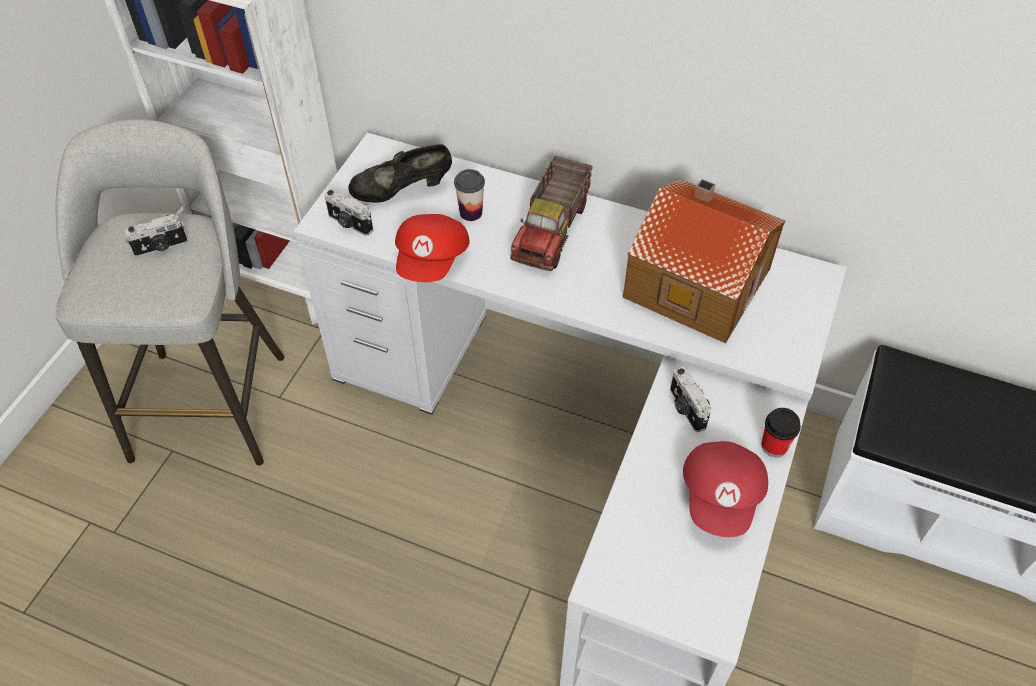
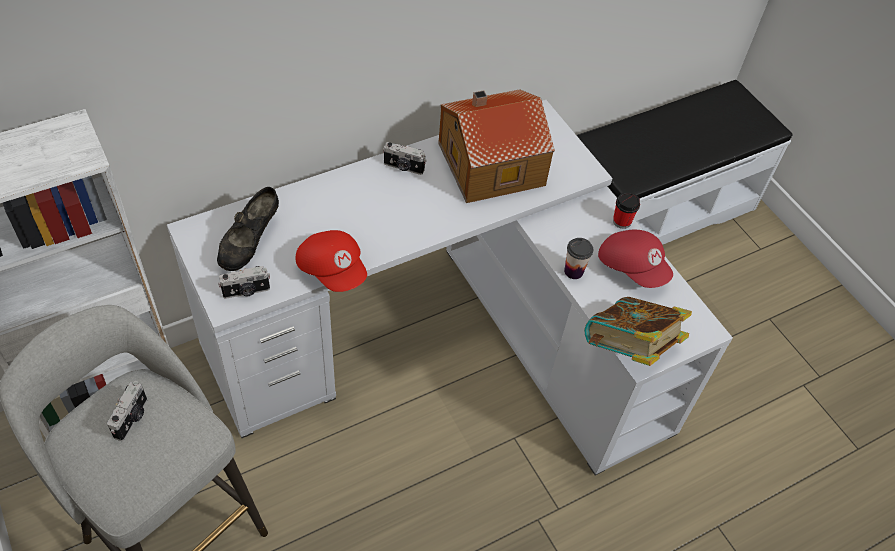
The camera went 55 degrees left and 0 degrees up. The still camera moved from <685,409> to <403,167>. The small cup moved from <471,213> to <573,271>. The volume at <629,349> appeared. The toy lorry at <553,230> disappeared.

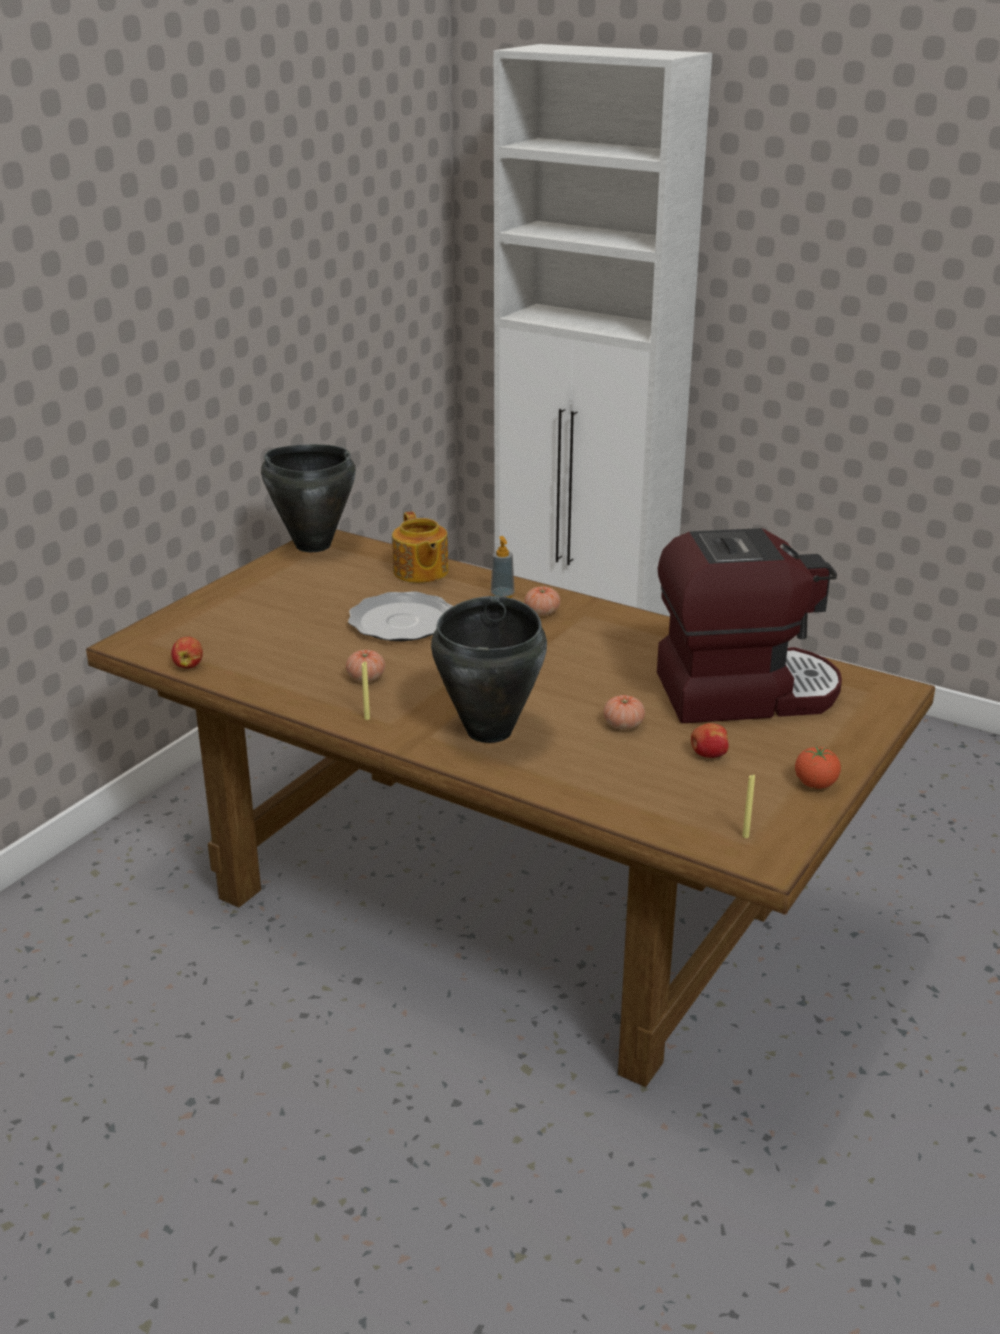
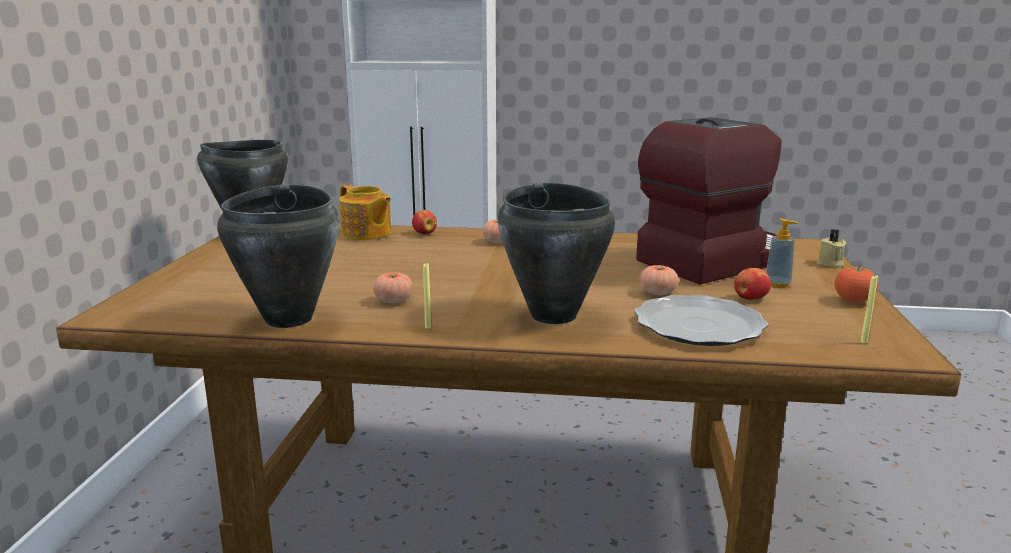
The camera went 25 degrees left and 10 degrees down. The black-coloured cooking pot at <290,319> appeared. The apple fruit moved from <188,665> to <424,233>. The flat dish moved from <402,622> to <699,326>. The soap dispenser moved from <502,596> to <777,284>. The beige-coloured wax candle at <830,263> appeared.

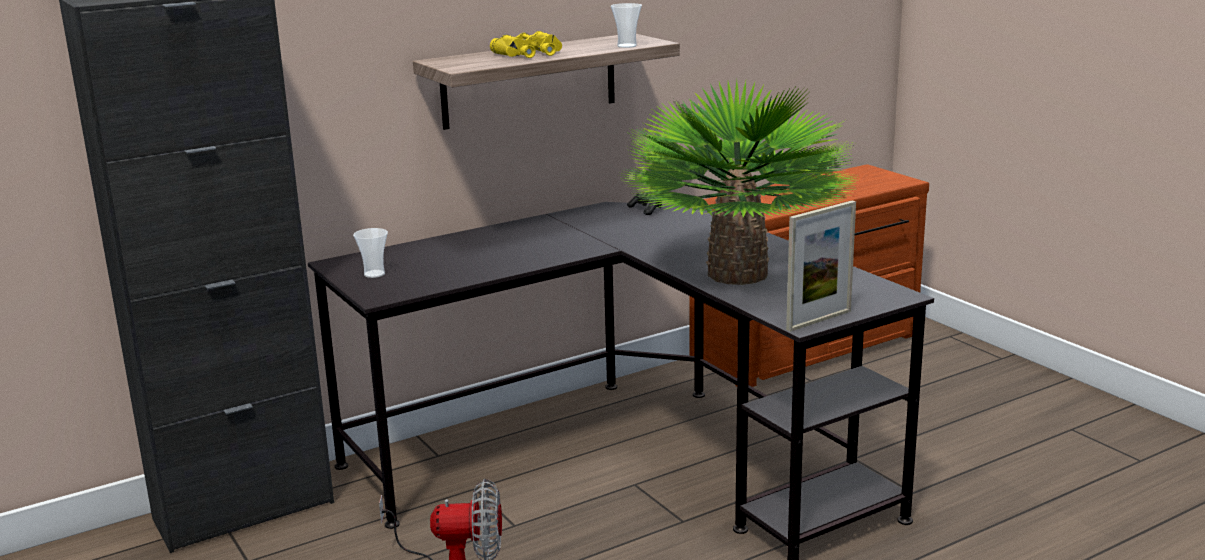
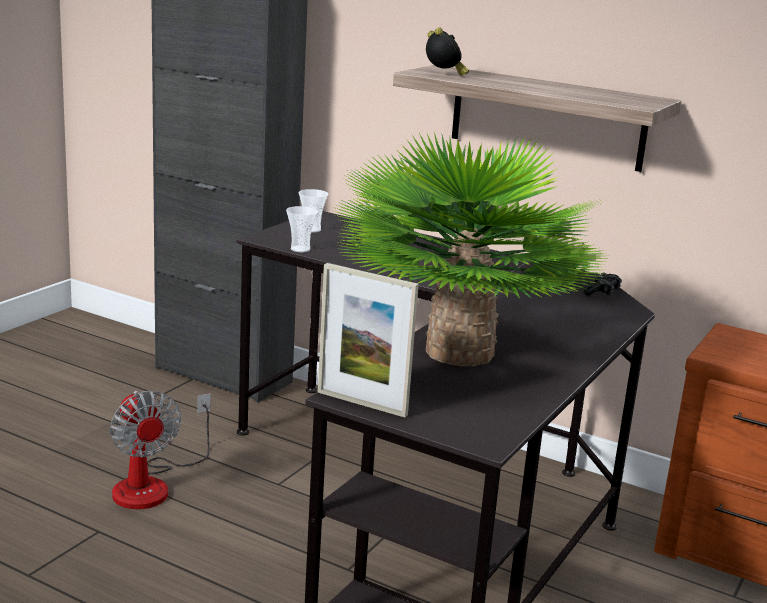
The camera went 60 degrees right and 0 degrees up. The small cup moved from <627,46> to <300,249>. The alarm clock at <444,75> appeared. The yellow-coloured pair of binoculars at <529,53> disappeared.

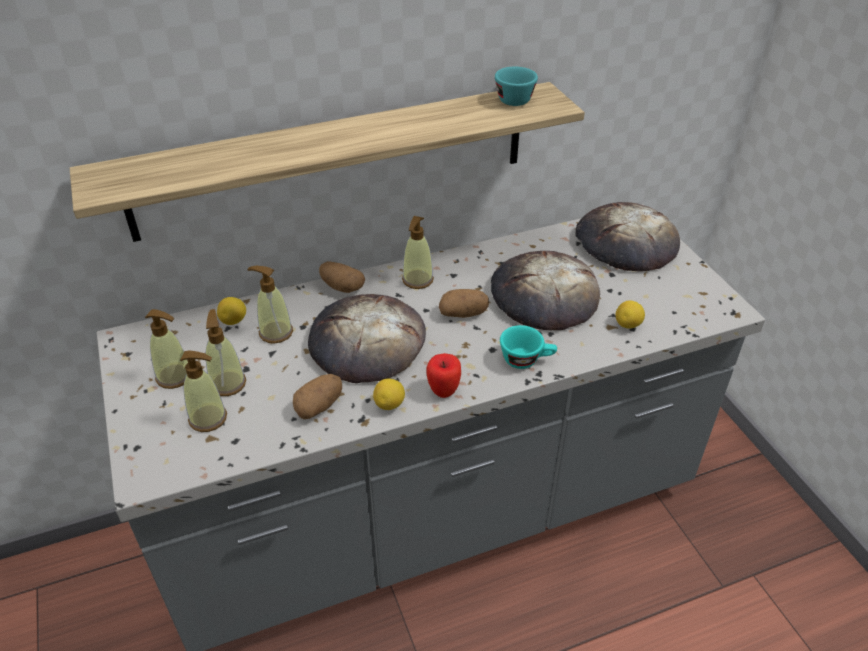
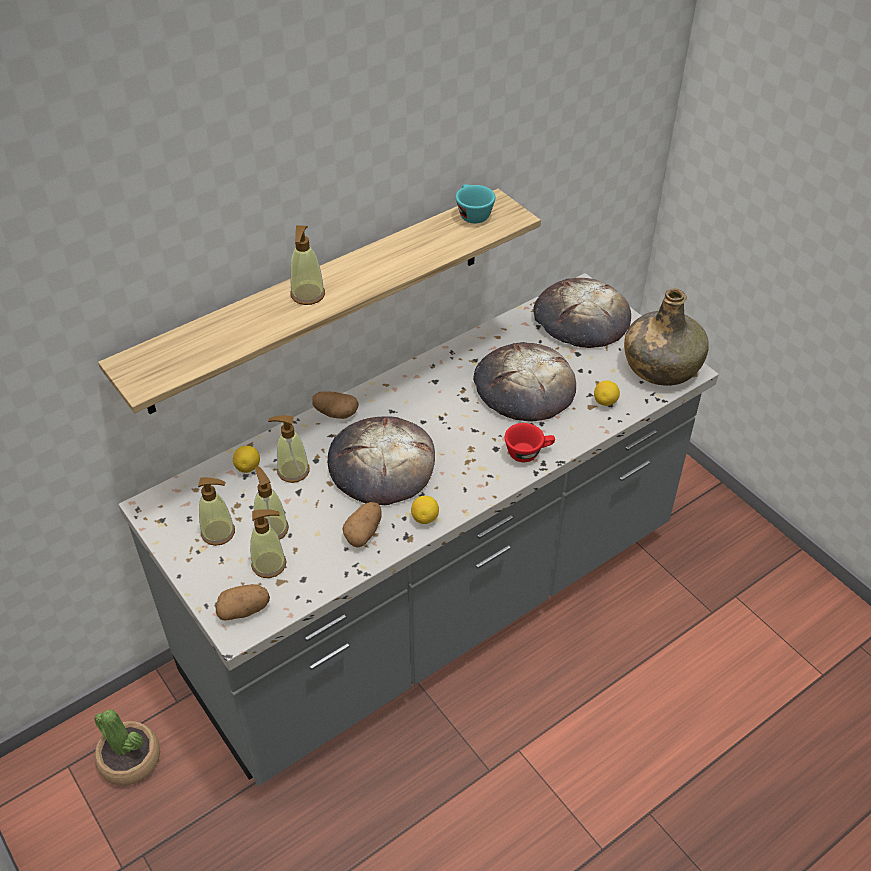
The camera went 15 degrees left and 5 degrees up. The potted plant at <130,759> appeared. The potato moved from <463,313> to <244,610>. The soap dispenser moved from <417,280> to <307,295>. The turquoise small cup at <526,359> became the red small cup at <528,452>. The greenish beverage bottle at <661,366> appeared. The apple fruit at <443,391> disappeared.

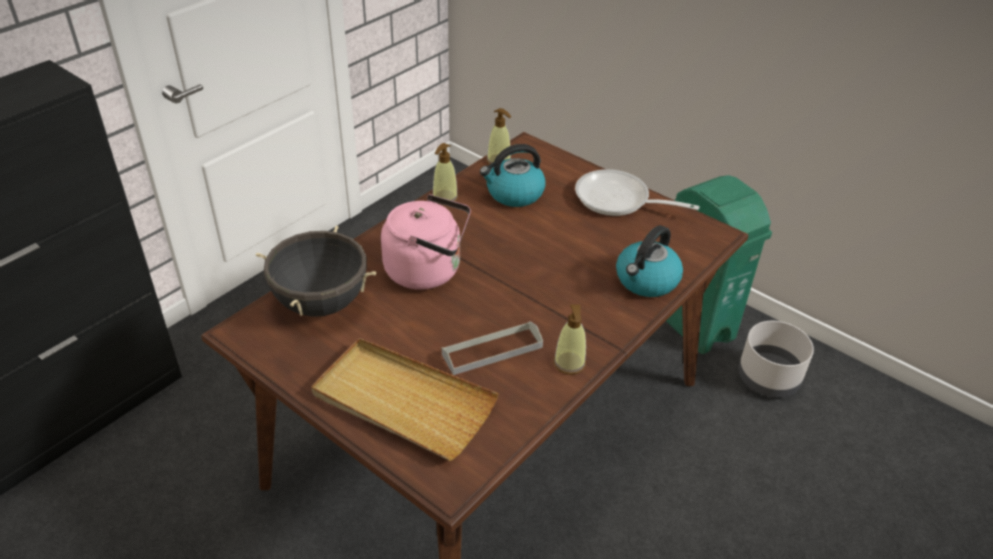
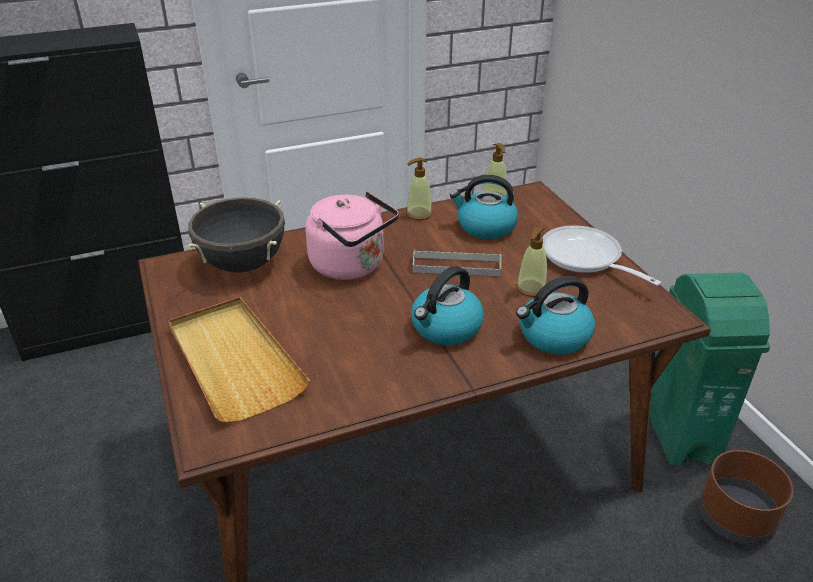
The camera went 30 degrees right and 5 degrees down. The water kettle at <446,328> appeared. The gray serving tray moved from <492,351> to <456,266>. The soap dispenser moved from <569,363> to <530,289>. The gray plant pot at <769,378> became the brown-coloured plant pot at <736,518>.

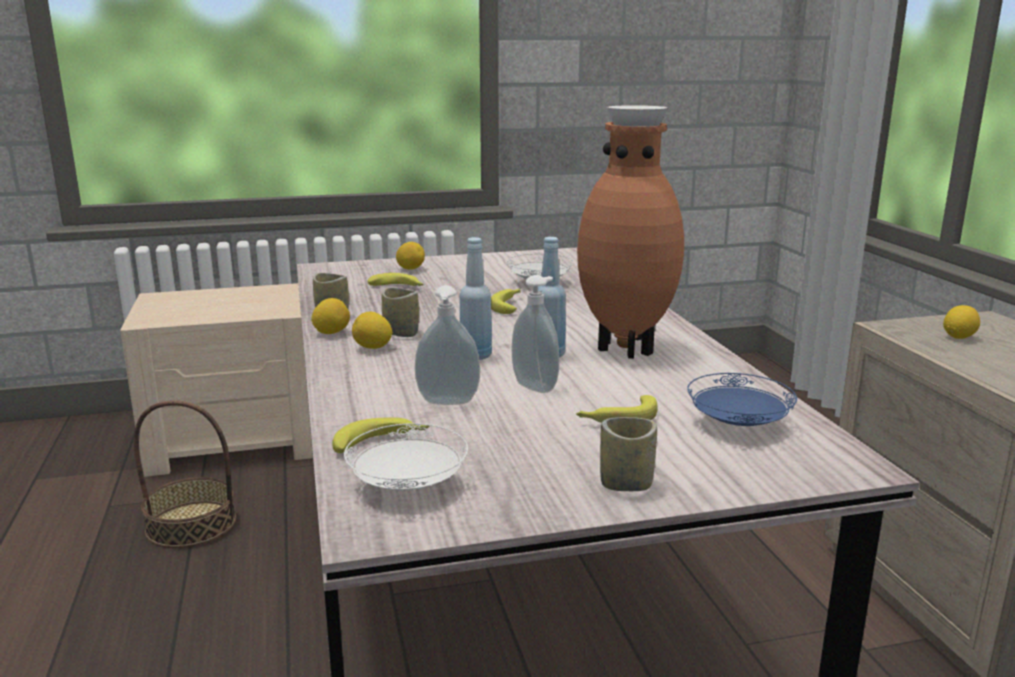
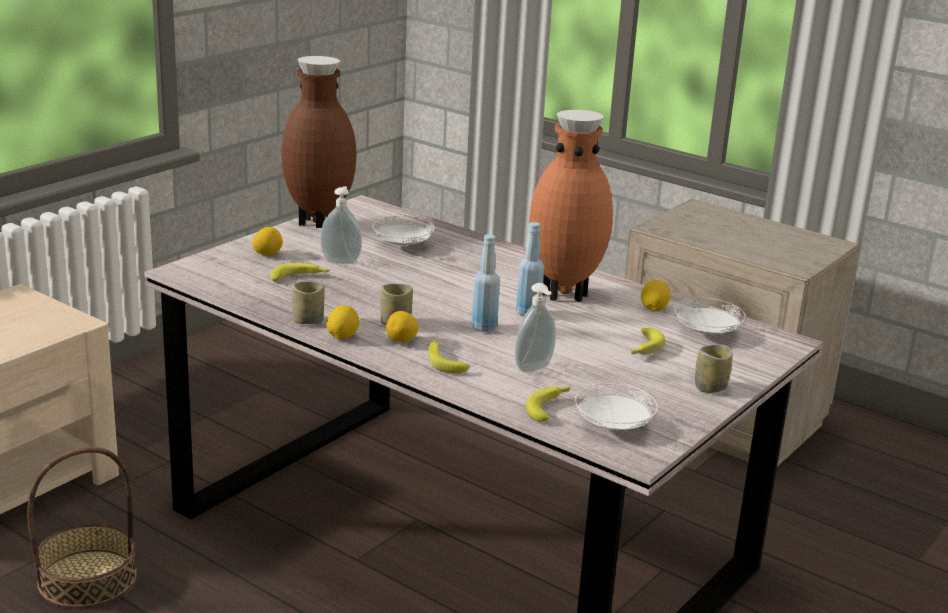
The camera went 40 degrees left and 5 degrees up. The brown-coloured vase at <318,224> appeared. The soap dispenser moved from <536,386> to <341,261>. The whole banana moved from <510,305> to <444,360>. The whole lemon moved from <958,337> to <653,309>. The blue-coloured flat dish at <738,424> became the white flat dish at <706,333>.

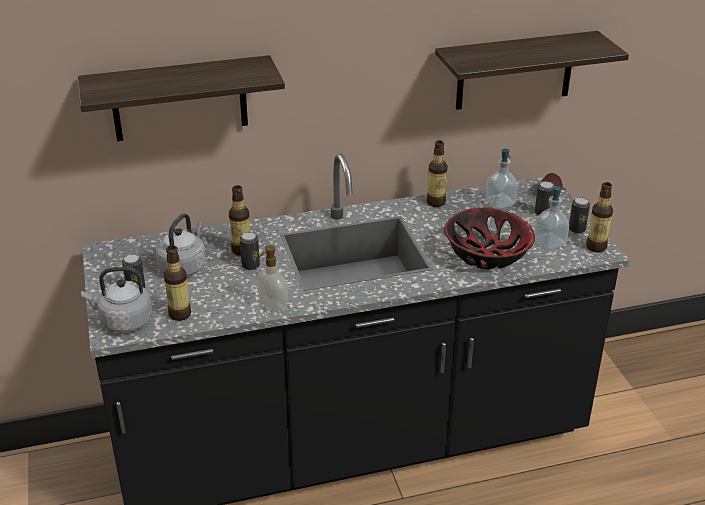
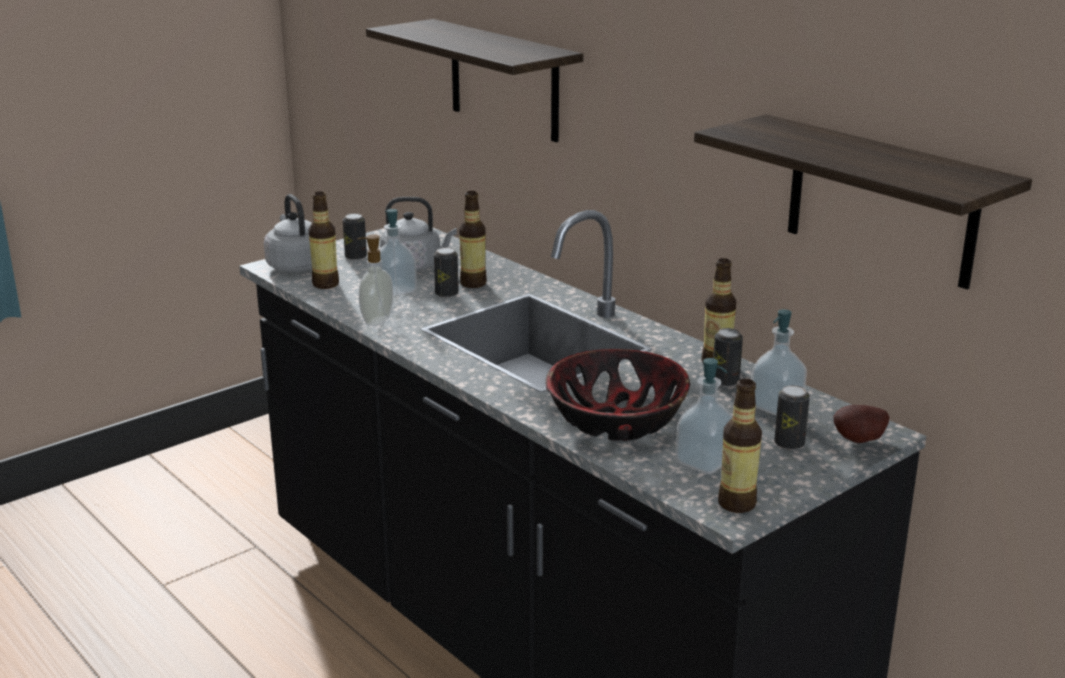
The camera went 65 degrees right and 10 degrees down. The soap dispenser at <395,291> appeared. The sealed can moved from <576,229> to <725,382>.

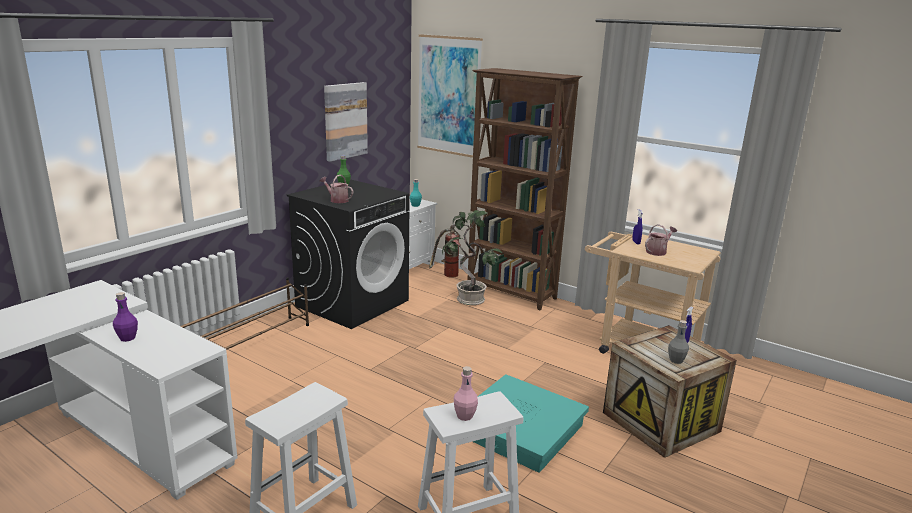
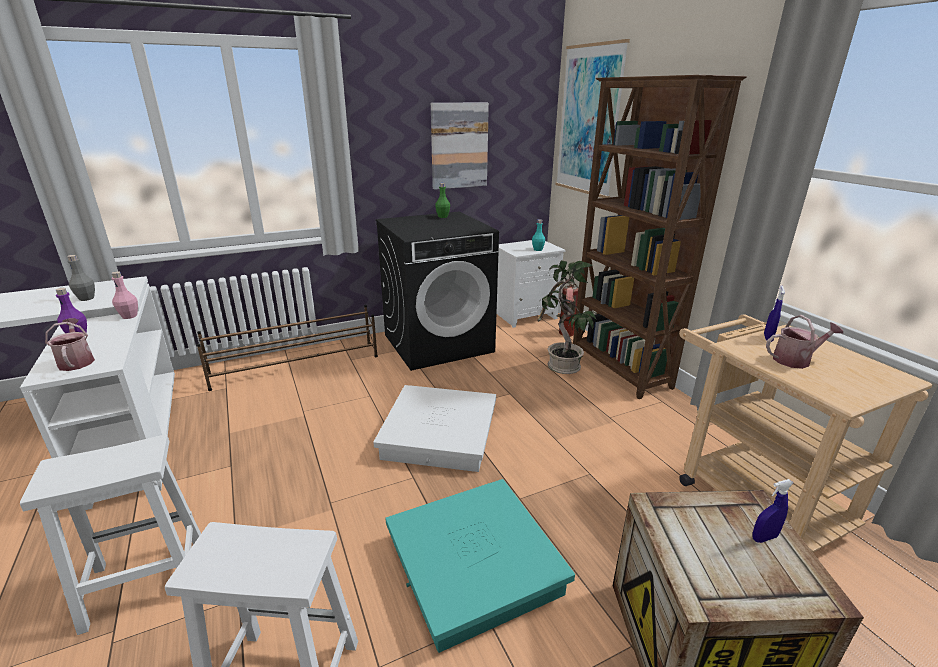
The camera went 30 degrees right and 5 degrees up. The watering pot moved from <337,200> to <76,361>. The gray beverage bottle moved from <676,360> to <86,298>. The pinkish beverage bottle moved from <464,416> to <129,316>. The white storage bin at <440,434> appeared.

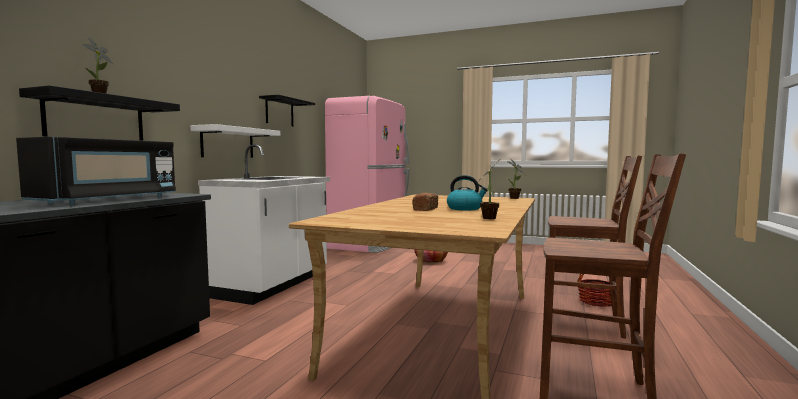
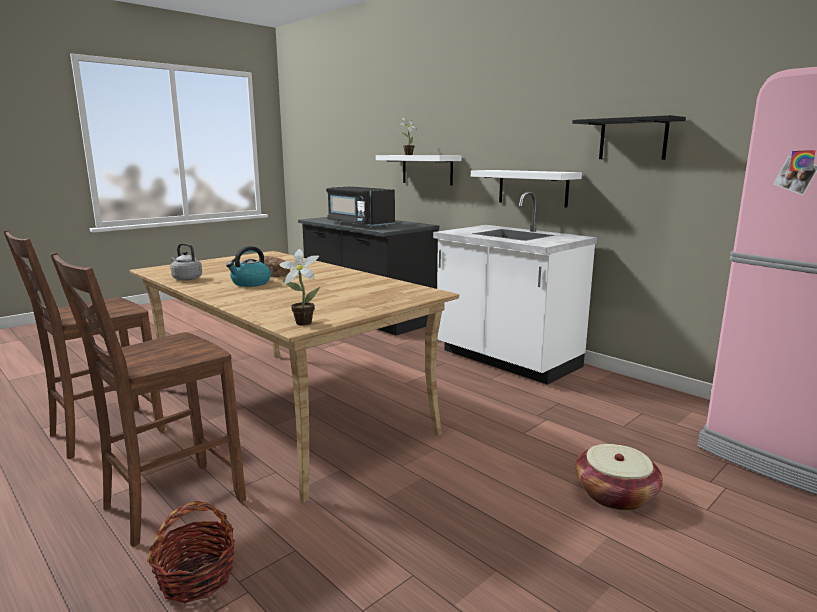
The camera went 115 degrees right and 10 degrees up. The potted plant at <490,218> was replaced by the gray water kettle at <186,278>. The black-coloured shelf at <96,118> became the white shelf at <427,169>.

